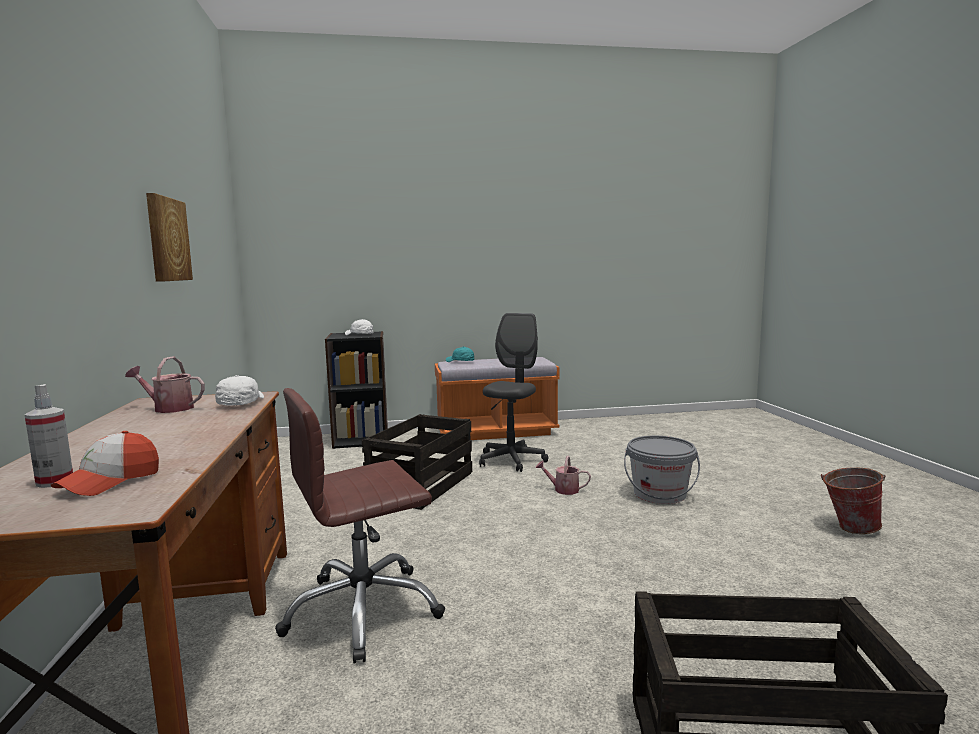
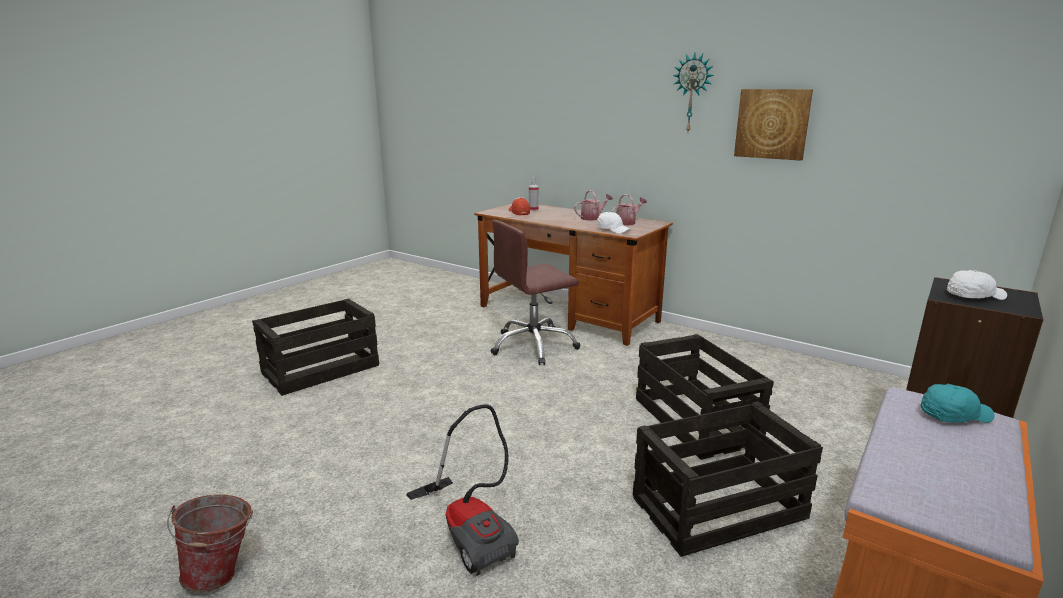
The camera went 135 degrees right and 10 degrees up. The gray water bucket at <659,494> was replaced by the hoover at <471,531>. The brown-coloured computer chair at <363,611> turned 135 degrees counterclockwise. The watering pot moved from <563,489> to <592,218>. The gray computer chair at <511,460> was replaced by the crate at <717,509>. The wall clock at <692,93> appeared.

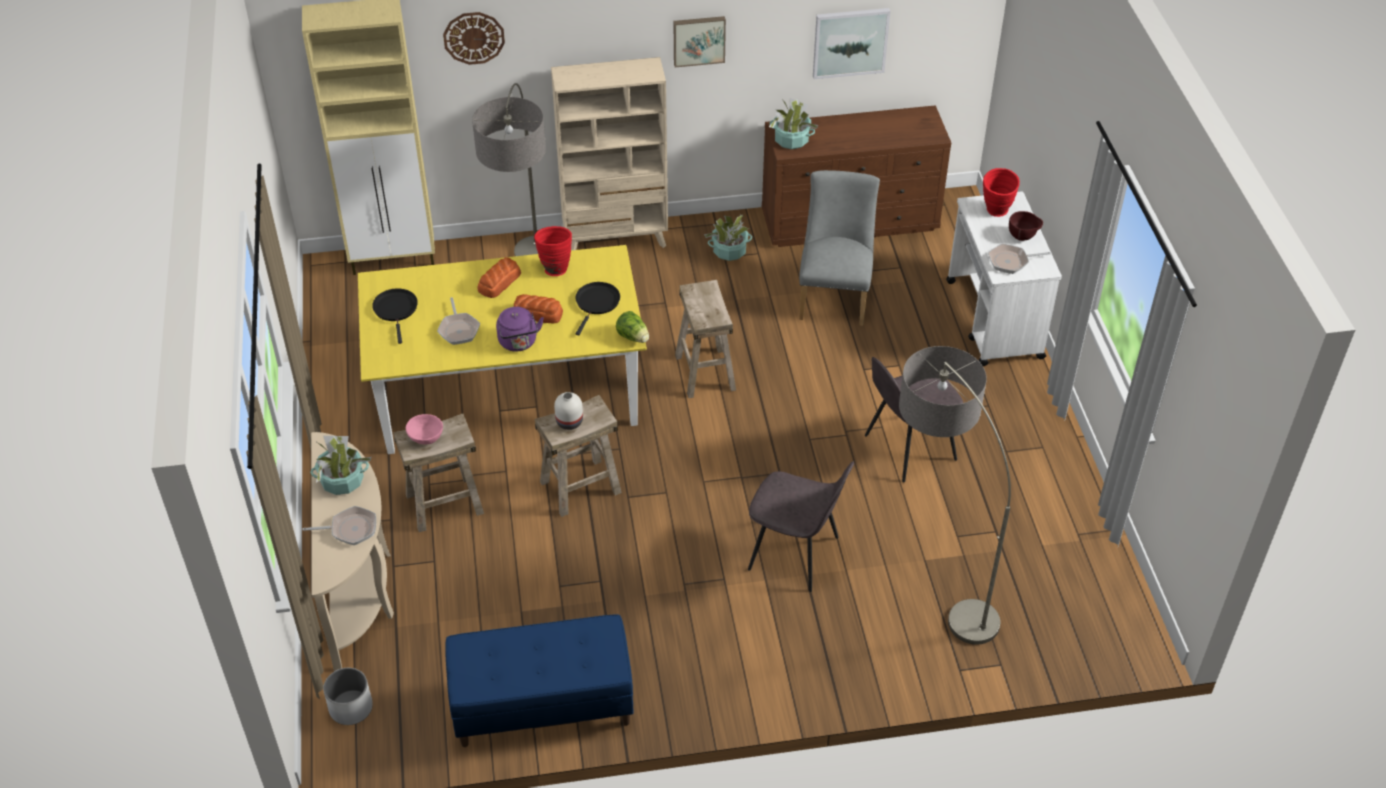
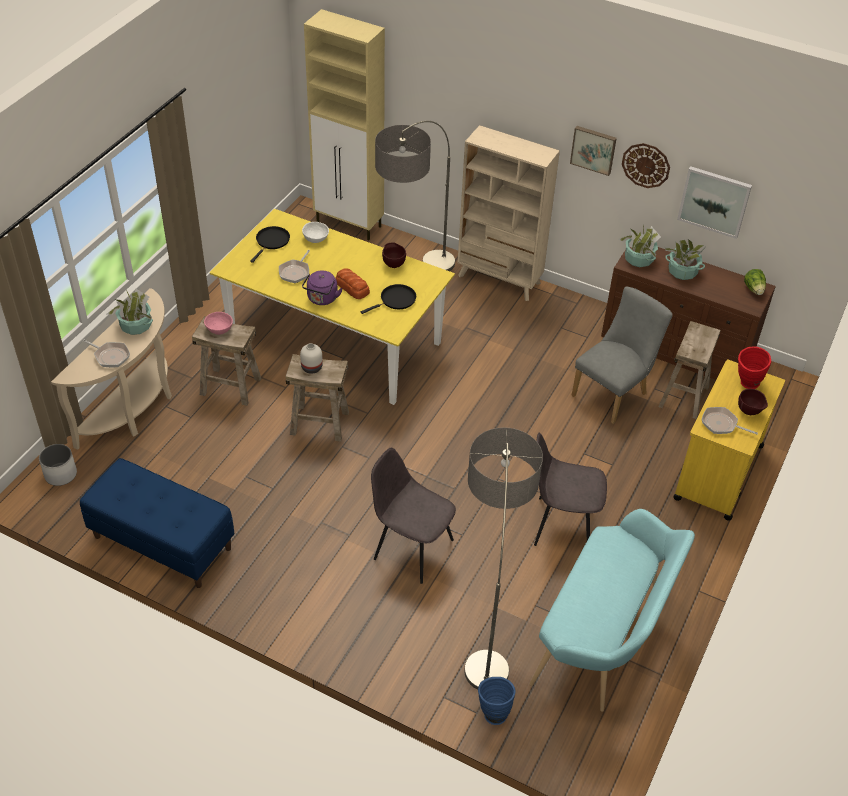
The camera went 35 degrees right and 0 degrees up. The white deep dish at <315,238> appeared. The gray plain chair at <796,554> turned 150 degrees clockwise. The red vase at <554,267> was replaced by the brown-coloured deep dish at <393,264>. The blue-coloured vase at <493,712> appeared. The turquoise long seat at <603,639> appeared. The wall clock moved from <474,37> to <646,165>. The beige-coloured stool moved from <705,372> to <684,396>. The potted plant moved from <729,251> to <682,272>. The white cart at <994,320> became the yellow-coloured cart at <718,472>. The lettuce head moved from <633,337> to <754,289>. The baked bread at <498,282> disappeared.

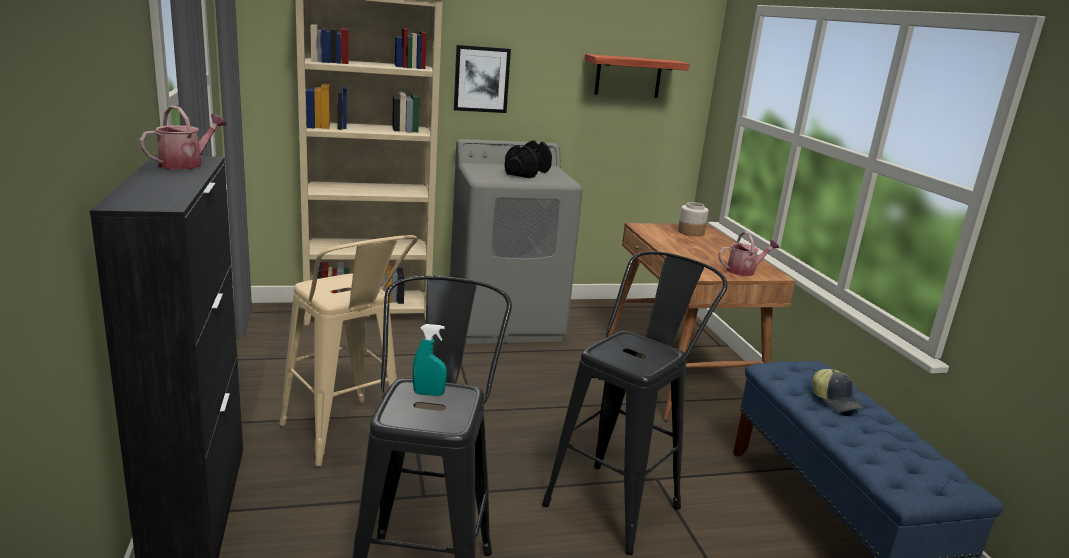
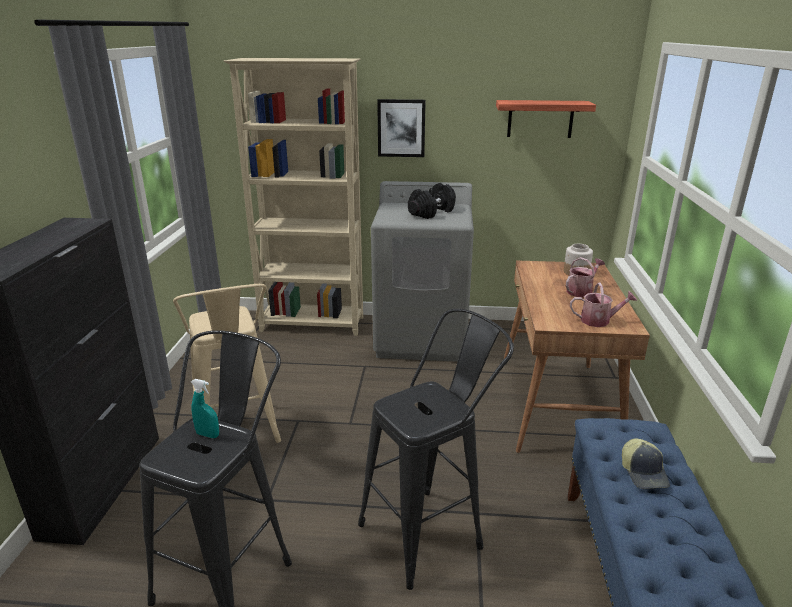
The camera went 20 degrees right and 5 degrees up. The watering pot moved from <186,164> to <581,291>.

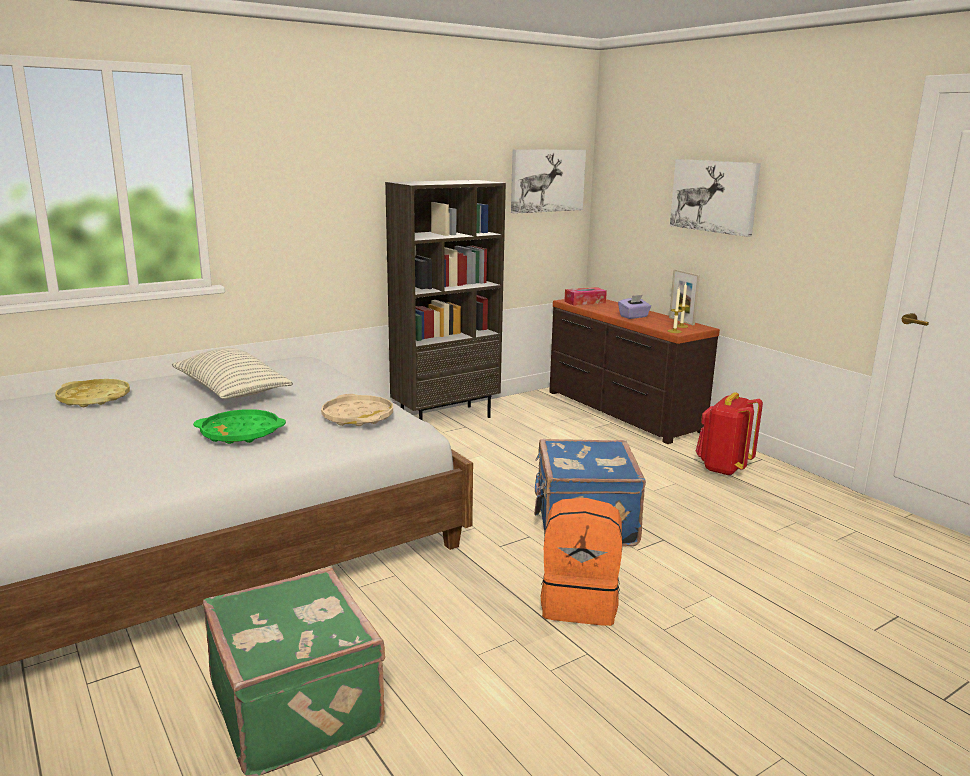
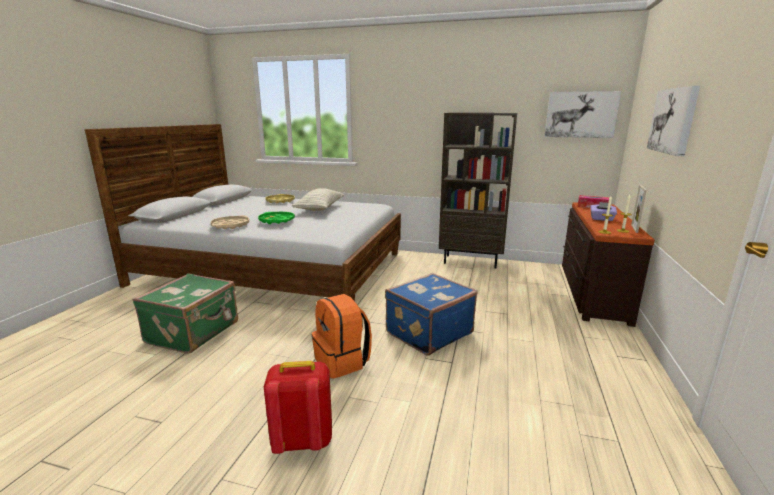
The camera went 50 degrees right and 0 degrees up. The beige-coloured serving tray moved from <358,417> to <230,225>. The red rucksack moved from <723,468> to <302,440>.

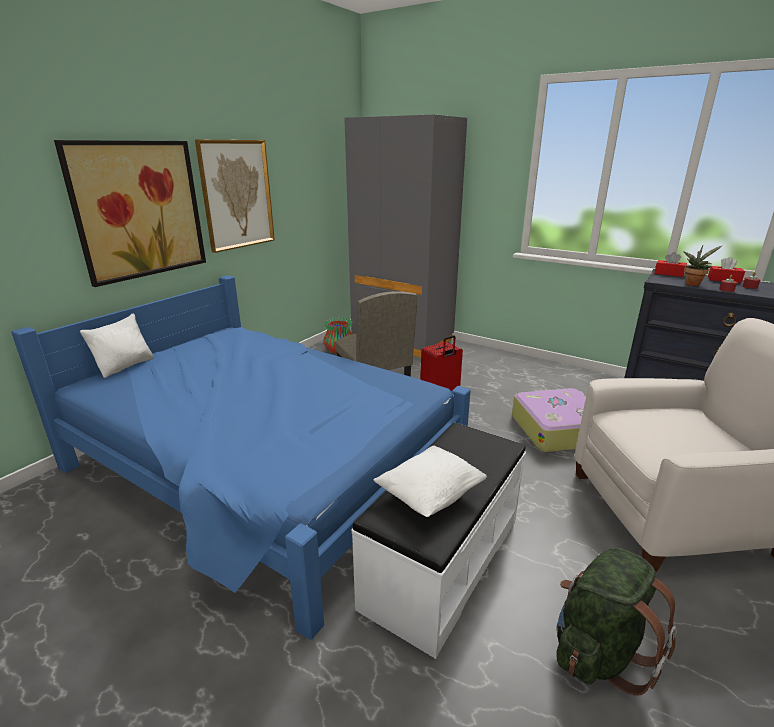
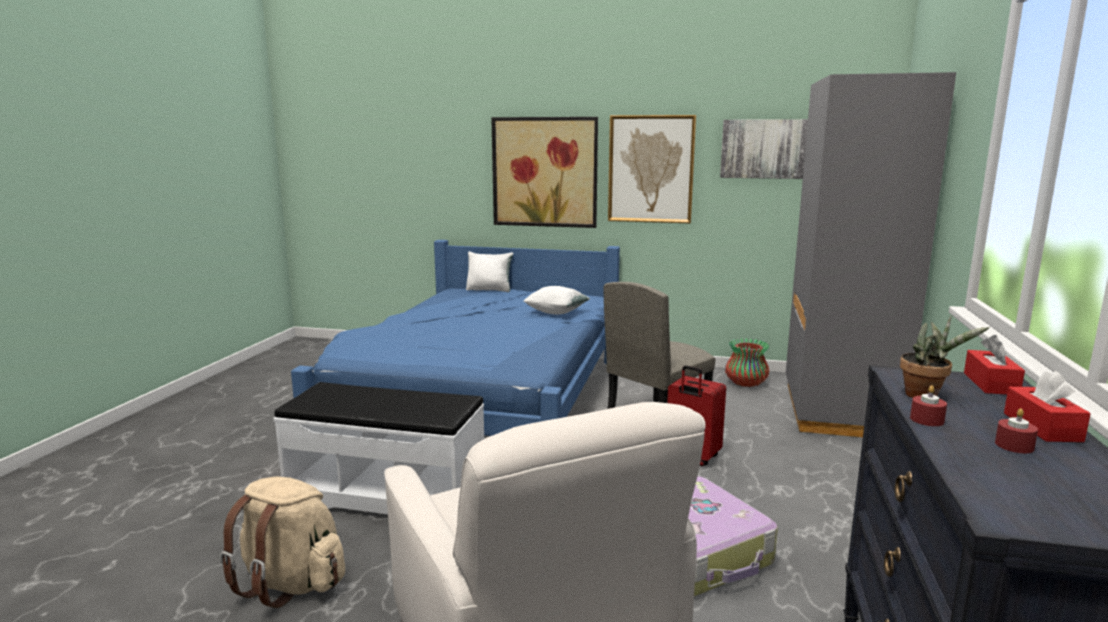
The camera went 70 degrees right and 10 degrees down. The greenish rucksack at <598,650> became the beige-coloured rucksack at <291,583>. The white pillow moved from <430,496> to <556,312>. The picture at <767,149> appeared.

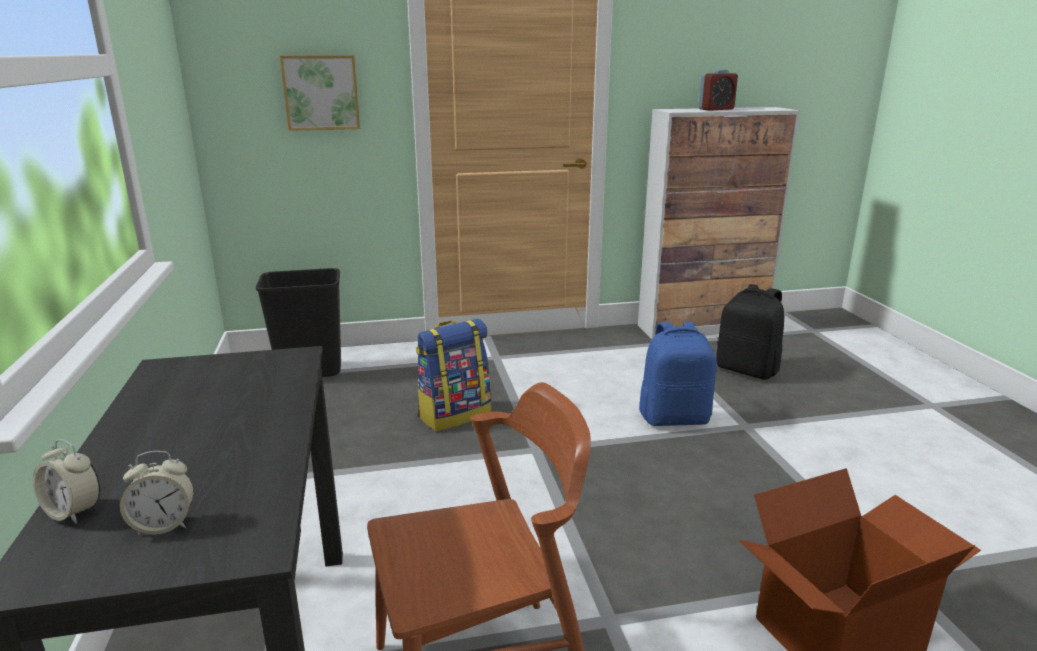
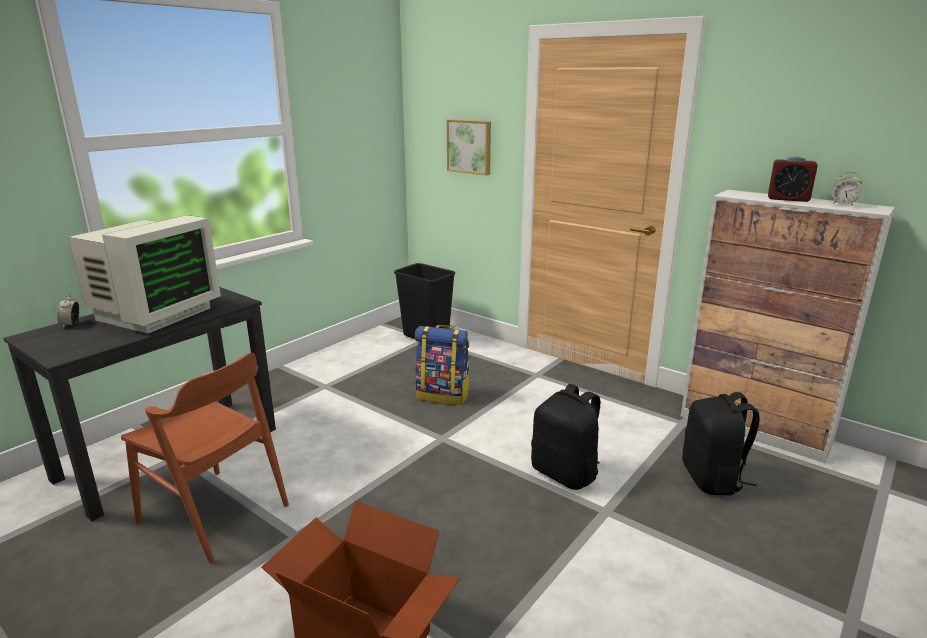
The camera went 50 degrees right and 0 degrees up. The computer screen at <154,314> appeared. The blue-coloured rucksack at <674,418> became the black-coloured rucksack at <565,473>. The alarm clock moved from <164,525> to <843,204>.

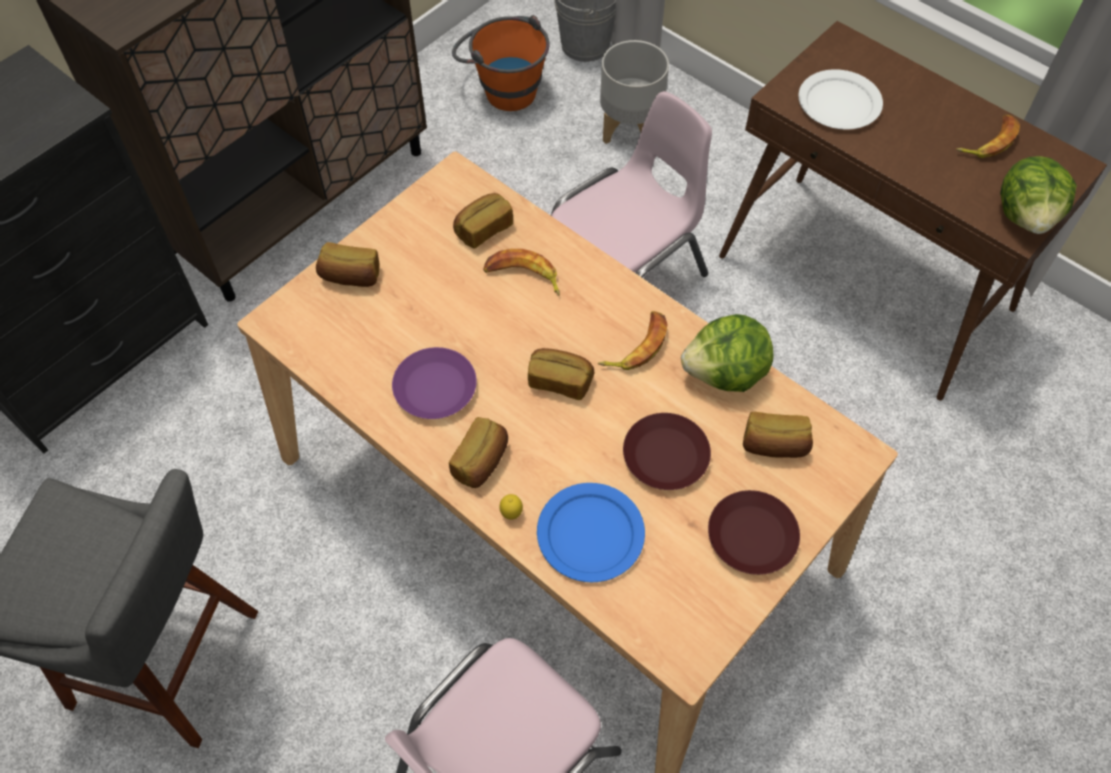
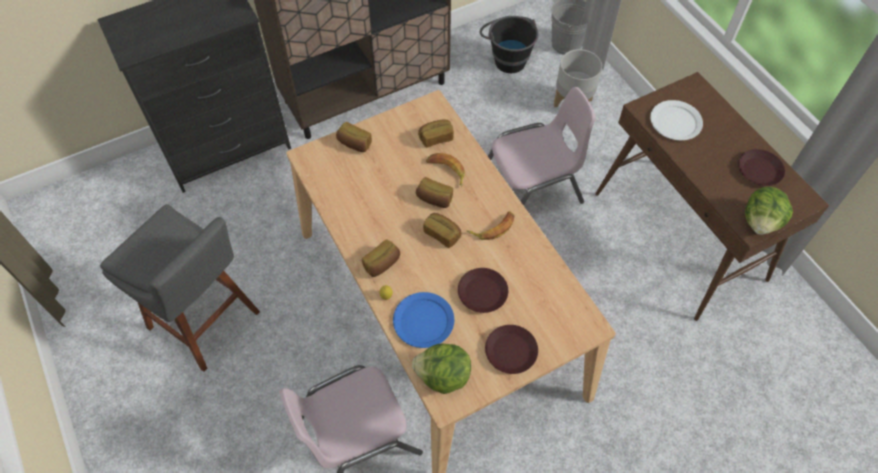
The camera went 20 degrees right and 0 degrees up. The lettuce head moved from <725,374> to <443,376>. The baked bread moved from <774,446> to <434,199>. The orangey water bucket at <503,88> became the black-coloured water bucket at <506,57>. The whole banana at <989,141> was replaced by the brown-coloured flat dish at <759,170>. The purplish flat dish at <434,388> disappeared.

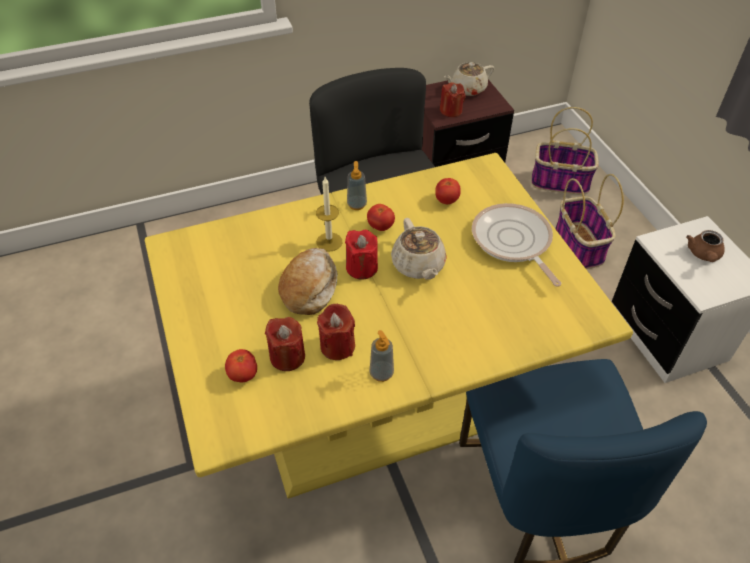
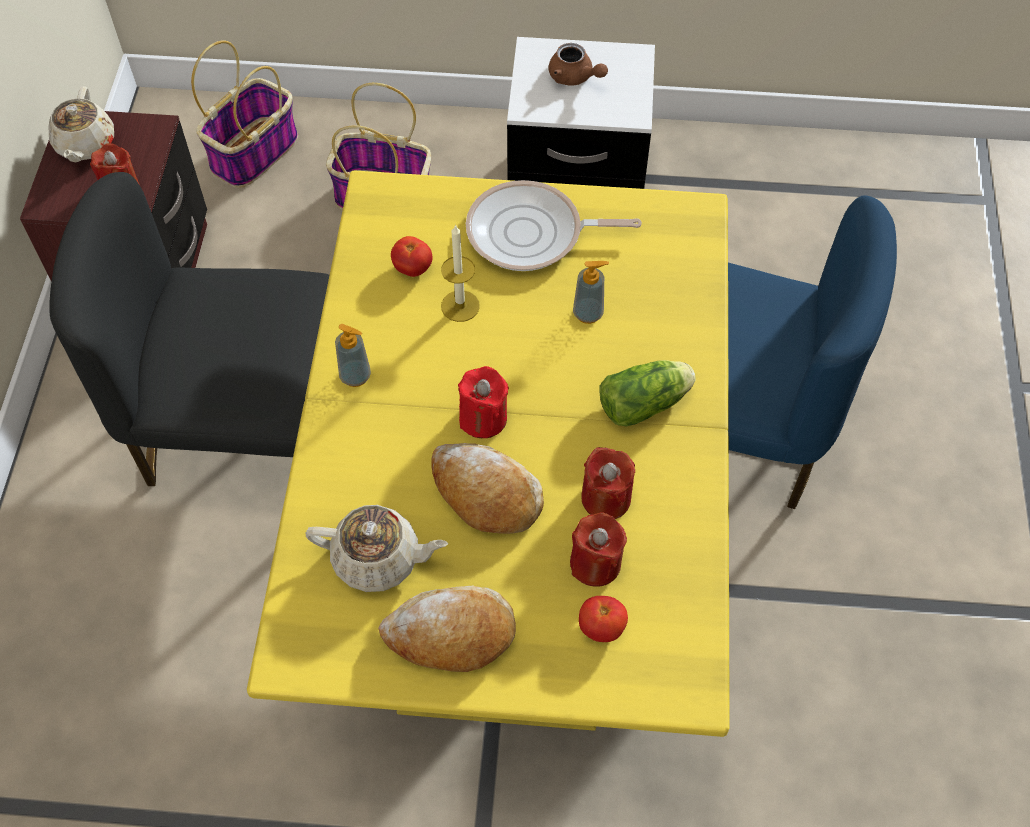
The camera went 65 degrees left and 10 degrees up. The beige-coloured tea pot moved from <418,265> to <378,559>. The baked bread at <451,634> appeared. The wax candle moved from <329,242> to <460,306>. The soap dispenser moved from <381,373> to <588,313>. The lettuce head at <647,403> appeared. The whole tomato at <380,226> disappeared.

